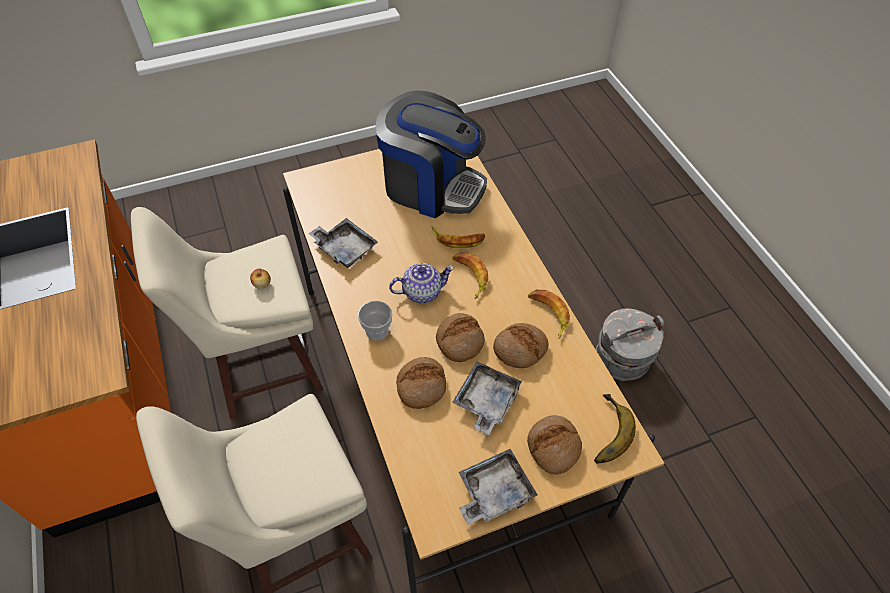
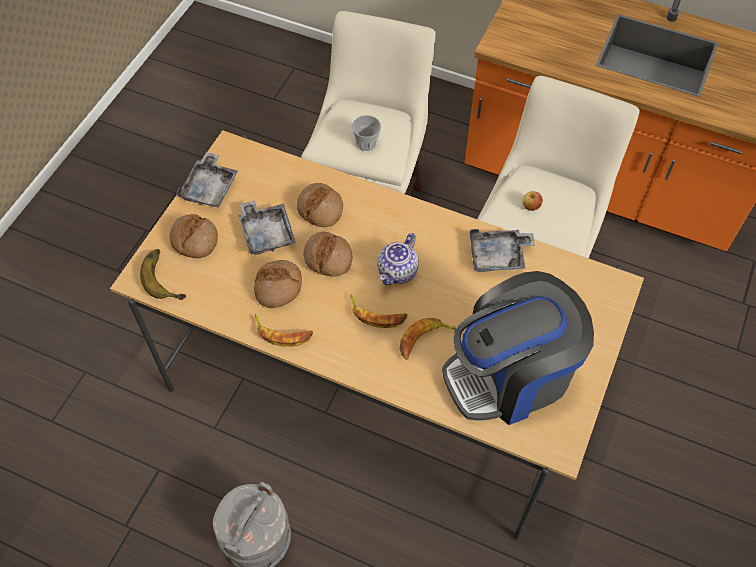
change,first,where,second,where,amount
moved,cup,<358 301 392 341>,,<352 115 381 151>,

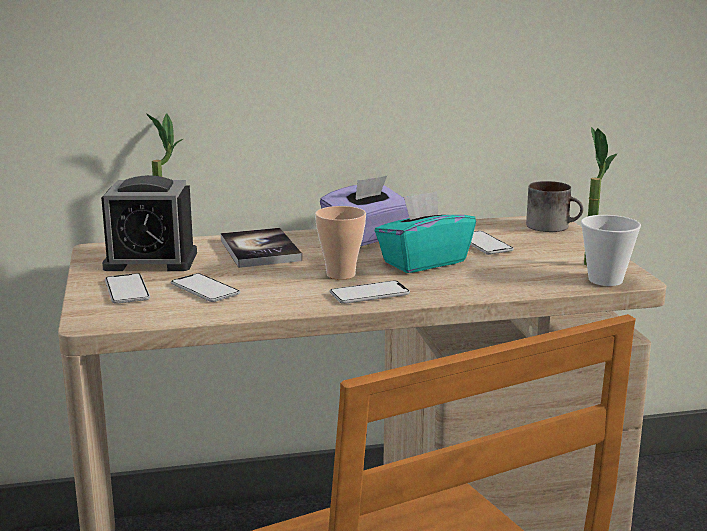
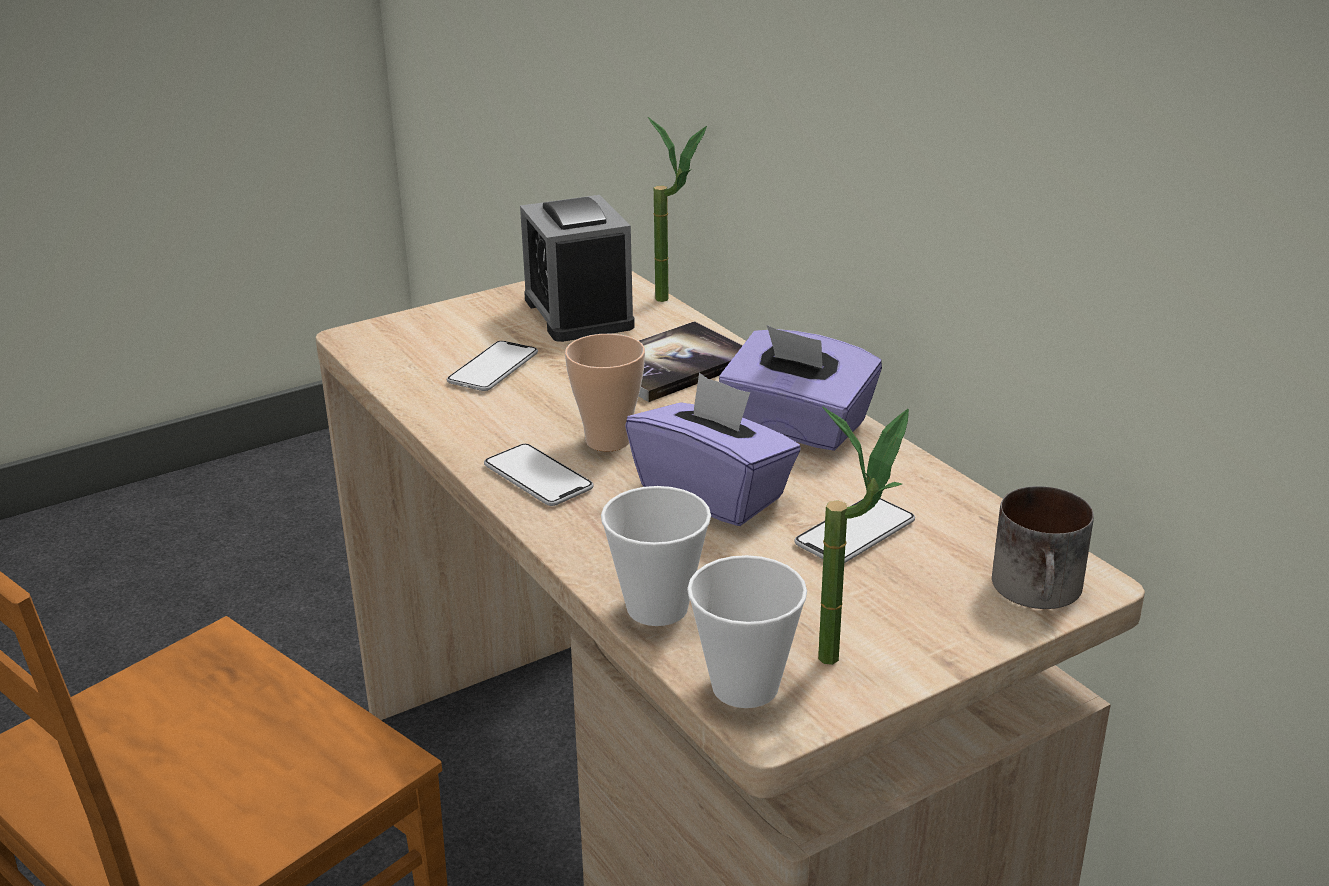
change,first,where,second,where,amount
added,,,cup,<601 486 711 626>,
recoloured,tissue box in turquoise,<375 191 476 273>,tissue box in purple,<625 373 801 526>,
removed,phone,<105 273 150 304>,,,

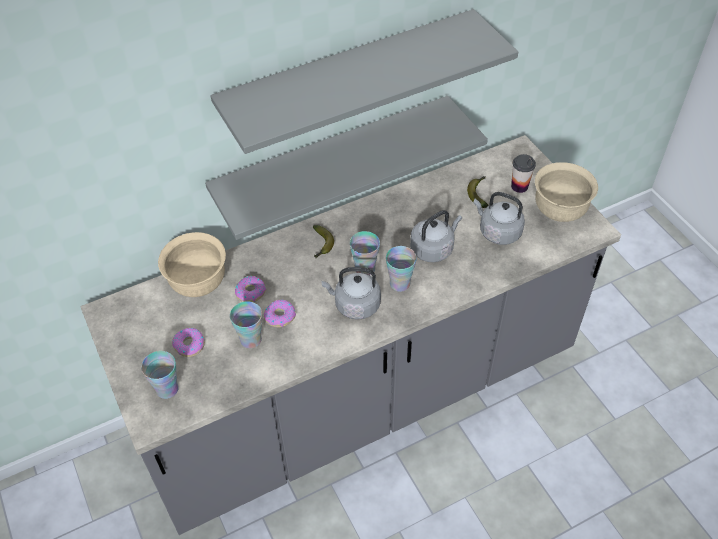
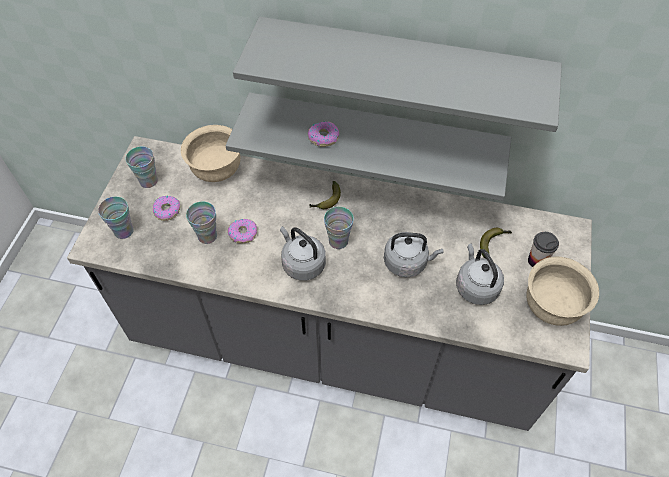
change,first,where,second,where,amount
moved,cup,<386 246 417 292>,,<126 146 158 188>,
moved,donut,<235 276 266 302>,,<308 121 339 147>,

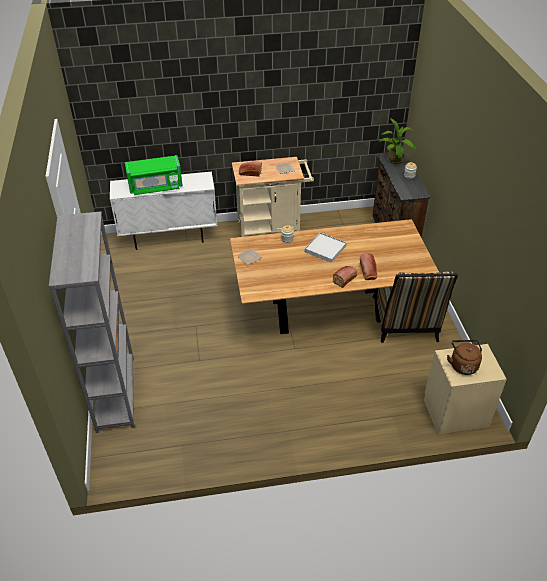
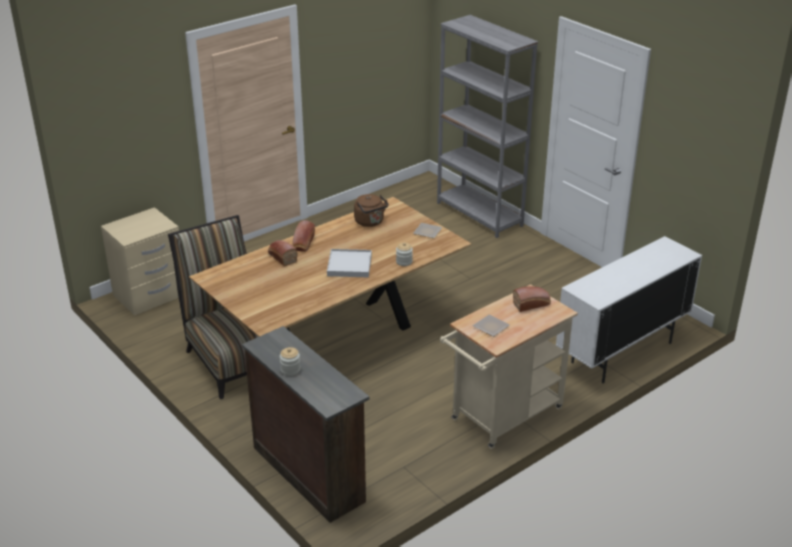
change,first,where,second,where,amount
moved,kettle in brown,<447 340 482 375>,,<354 194 389 227>,
removed,microwave in green,<125 155 183 195>,,,
removed,potted plant,<379 118 417 164>,,,

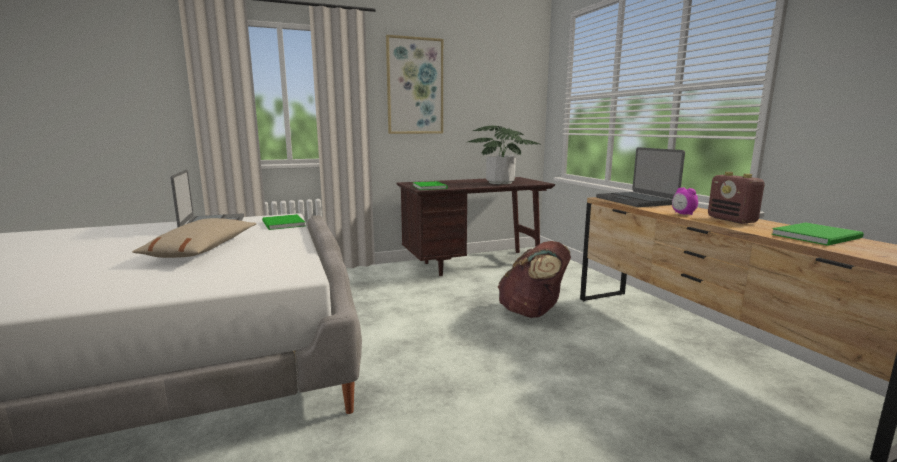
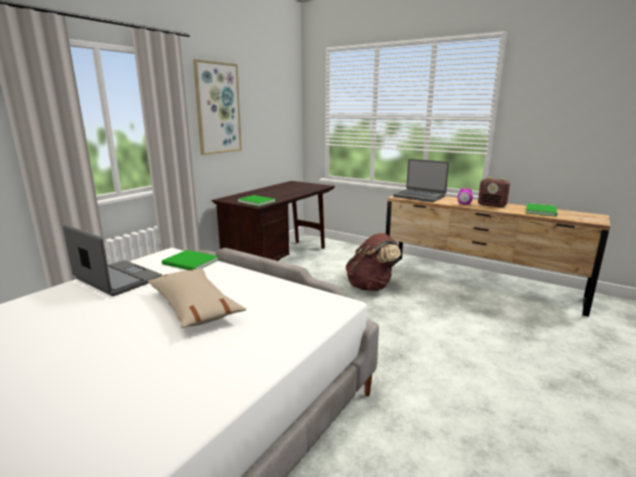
change,first,where,second,where,amount
removed,potted plant,<468 126 539 184>,,,

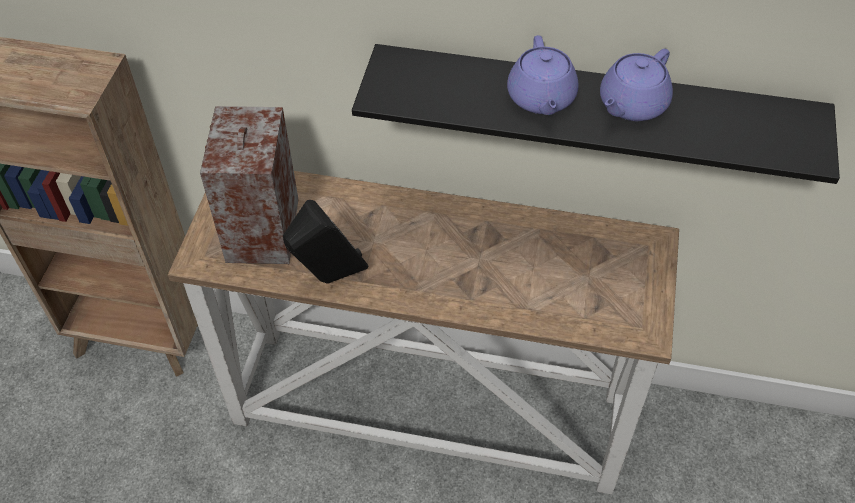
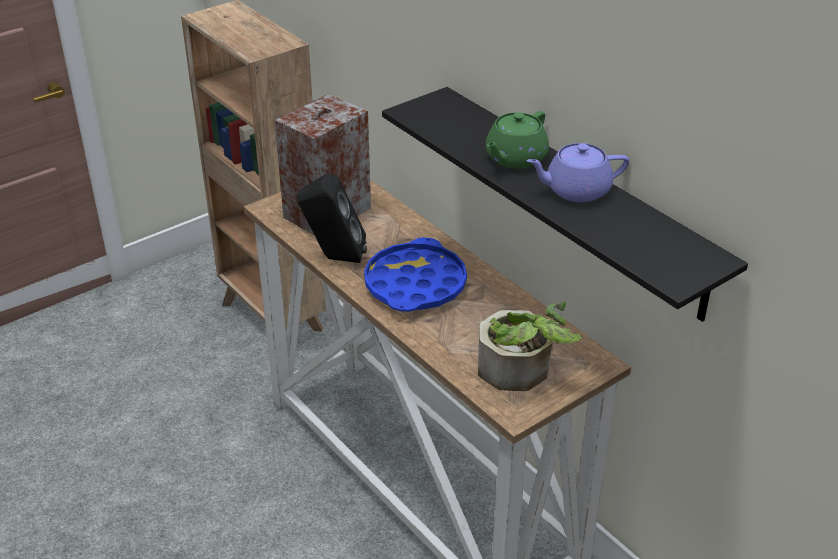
change,first,where,second,where,amount
added,,,tray in blue,<364 237 467 312>,
added,,,potted plant,<478 302 582 391>,
recoloured,teapot in purple,<507 35 579 115>,teapot in green,<485 111 549 169>,

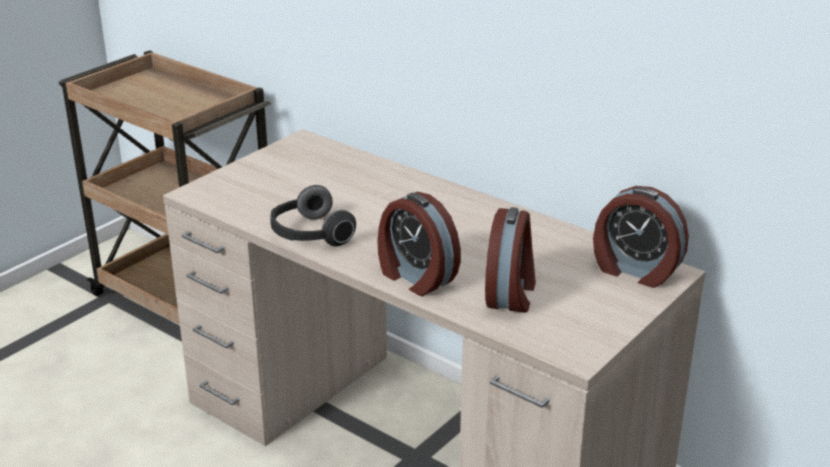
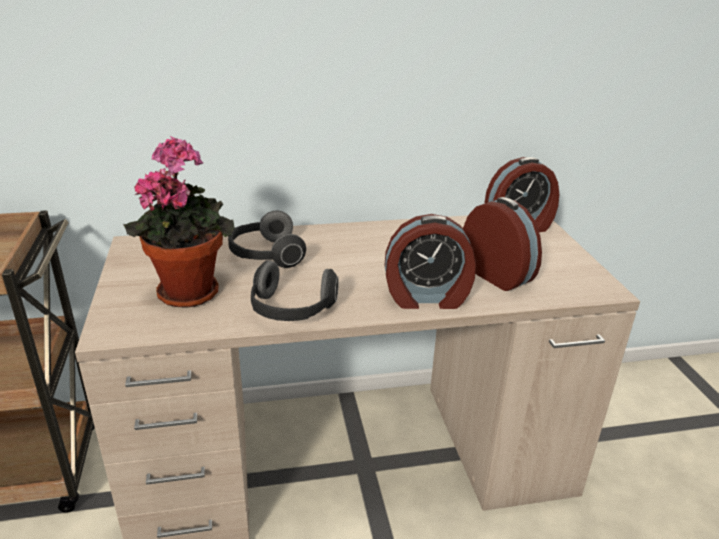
change,first,where,second,where,amount
added,,,potted plant,<123 136 235 308>,
added,,,headphones,<228 211 306 268>,

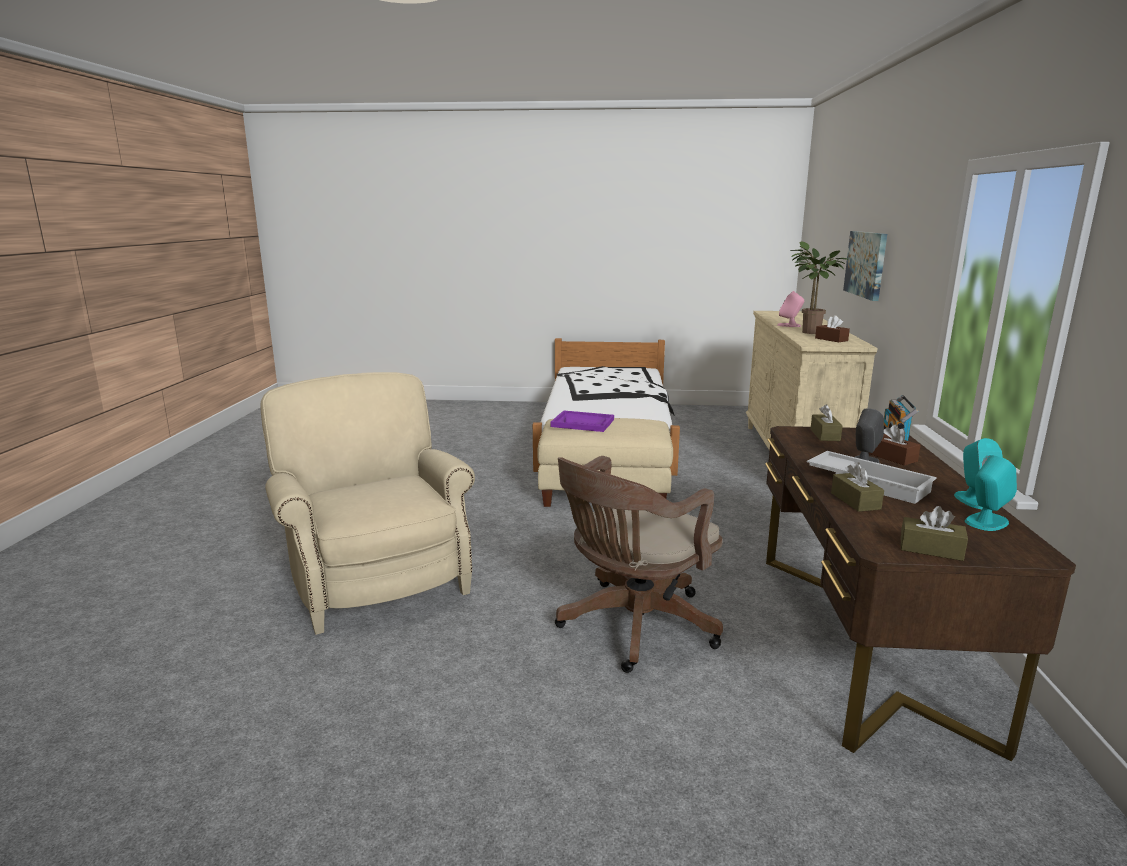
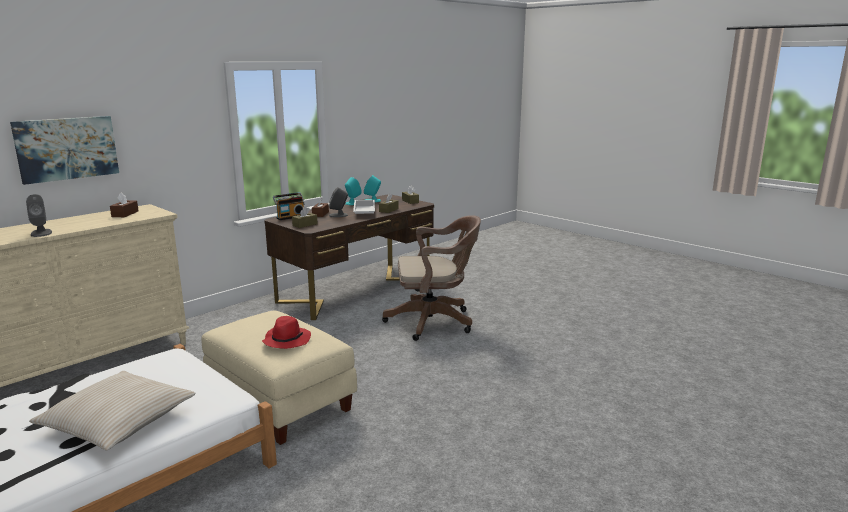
change,first,where,second,where,amount
recoloured,speaker in pink,<778 291 804 327>,speaker in grey,<26 194 52 237>,
added,,,pillow in beige,<29 371 195 451>,
replaced,tray in purple,<551 411 614 432>,hat in red,<262 316 311 349>,
removed,armchair in beige,<260 372 475 635>,,,
removed,potted plant,<790 241 849 334>,,,

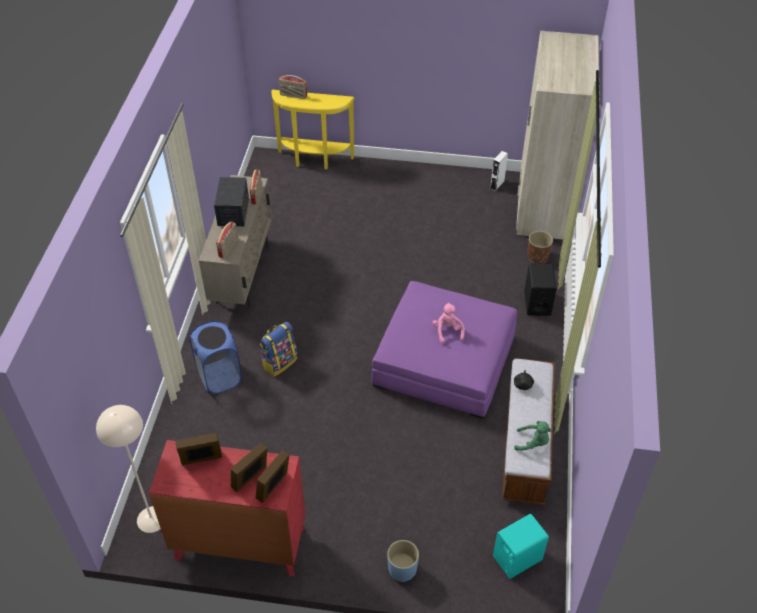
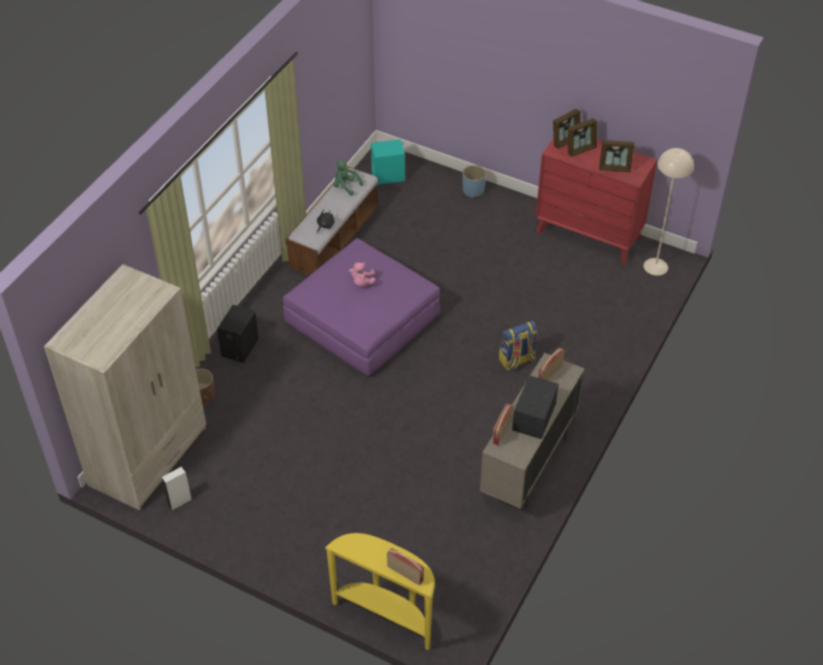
change,first,where,second,where,amount
removed,laundry basket in blue,<189 321 242 394>,,,

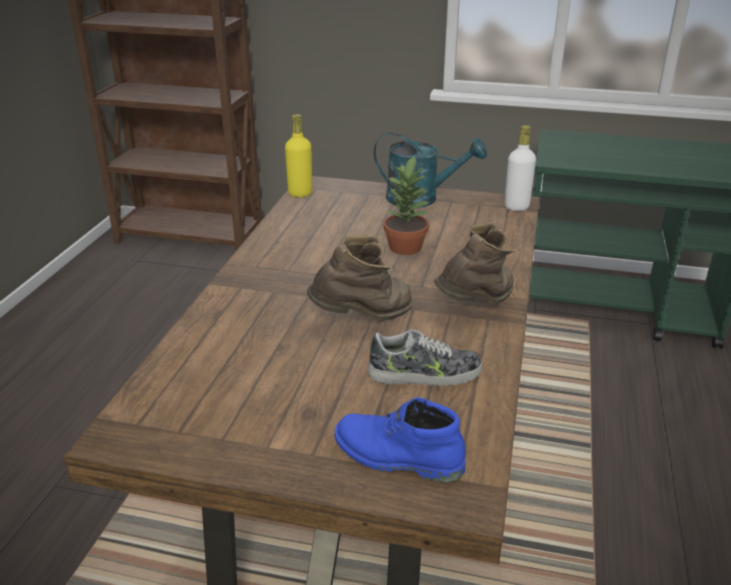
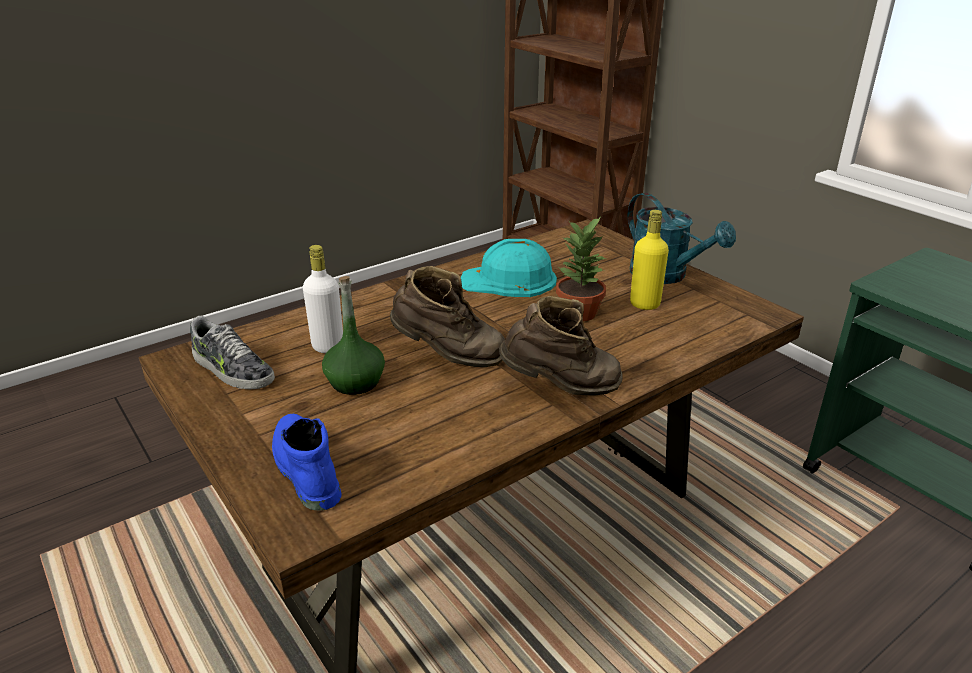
change,first,where,second,where,amount
moved,shoe,<367 329 482 386>,,<190 316 275 390>,
moved,bottle in white,<505 125 536 211>,,<303 245 343 353>,
added,,,bottle in green,<322 276 385 395>,
added,,,hard hat in turquoise,<461 239 557 297>,
moved,bottle in yellow,<285 114 312 197>,,<630 210 669 310>,

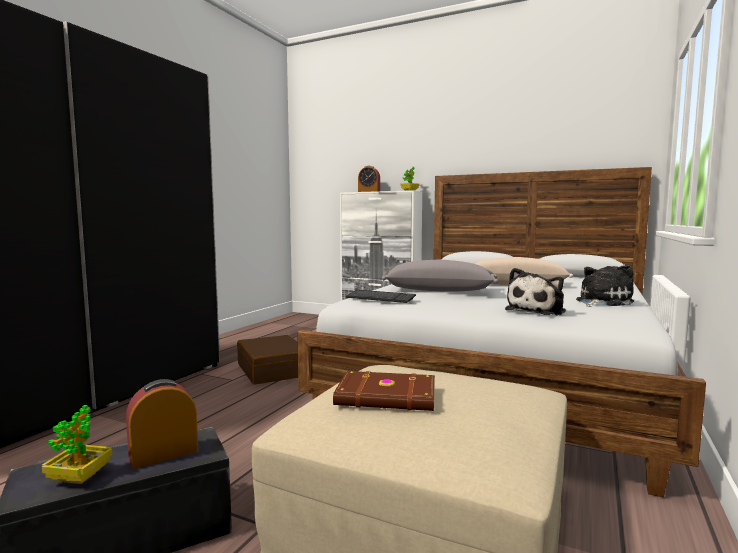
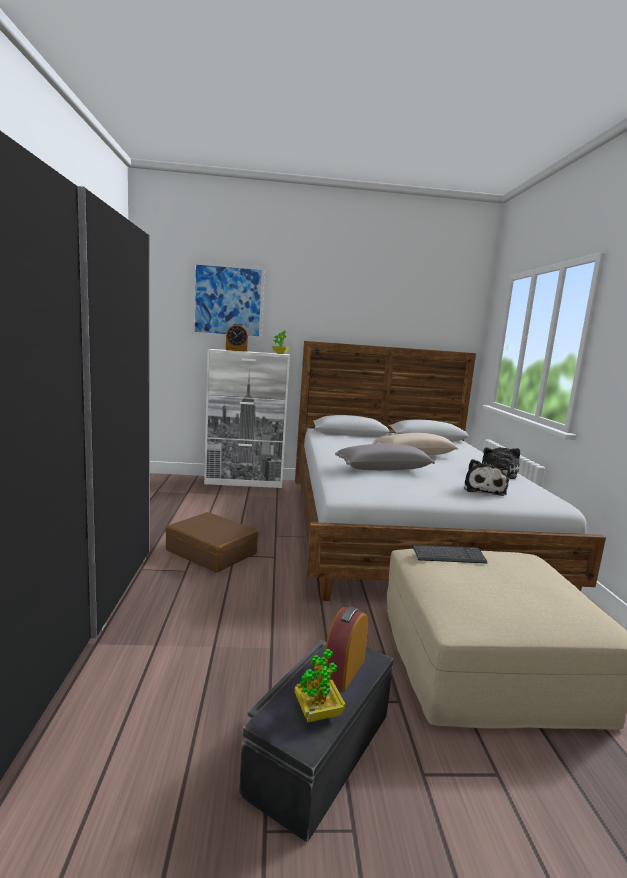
change,first,where,second,where,amount
added,,,picture,<192 261 265 339>,
moved,keyboard,<346 290 416 303>,,<412 545 488 563>,
removed,book in brown,<333 371 435 411>,,,

